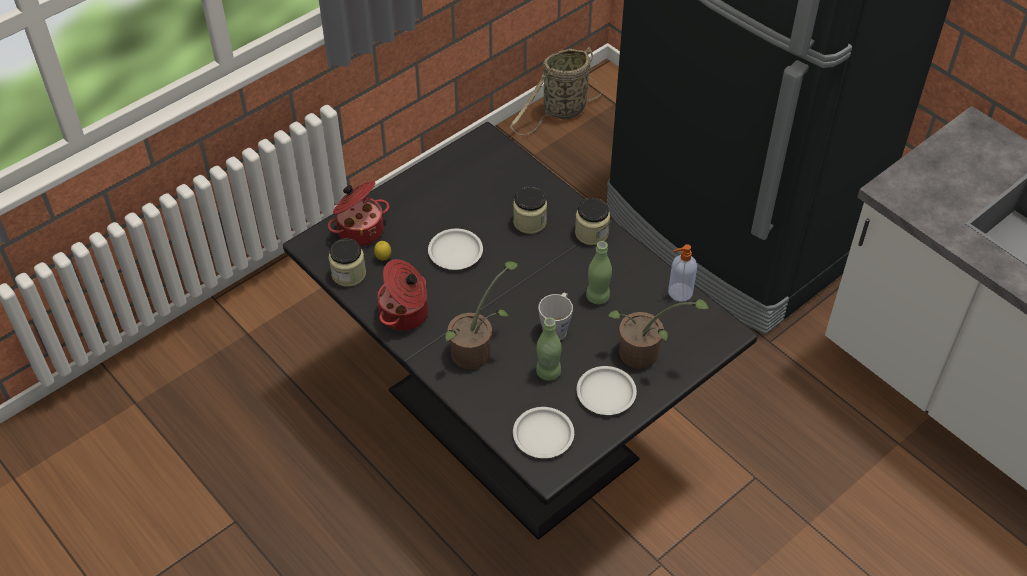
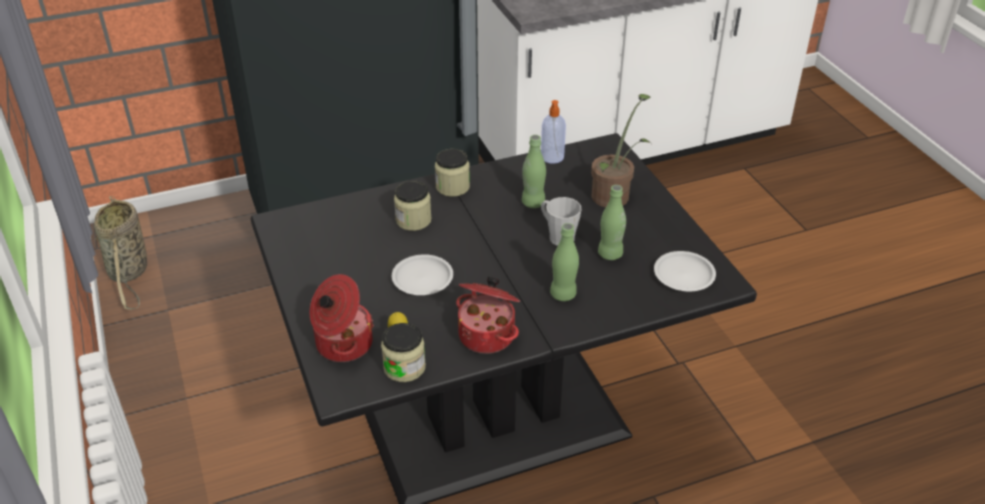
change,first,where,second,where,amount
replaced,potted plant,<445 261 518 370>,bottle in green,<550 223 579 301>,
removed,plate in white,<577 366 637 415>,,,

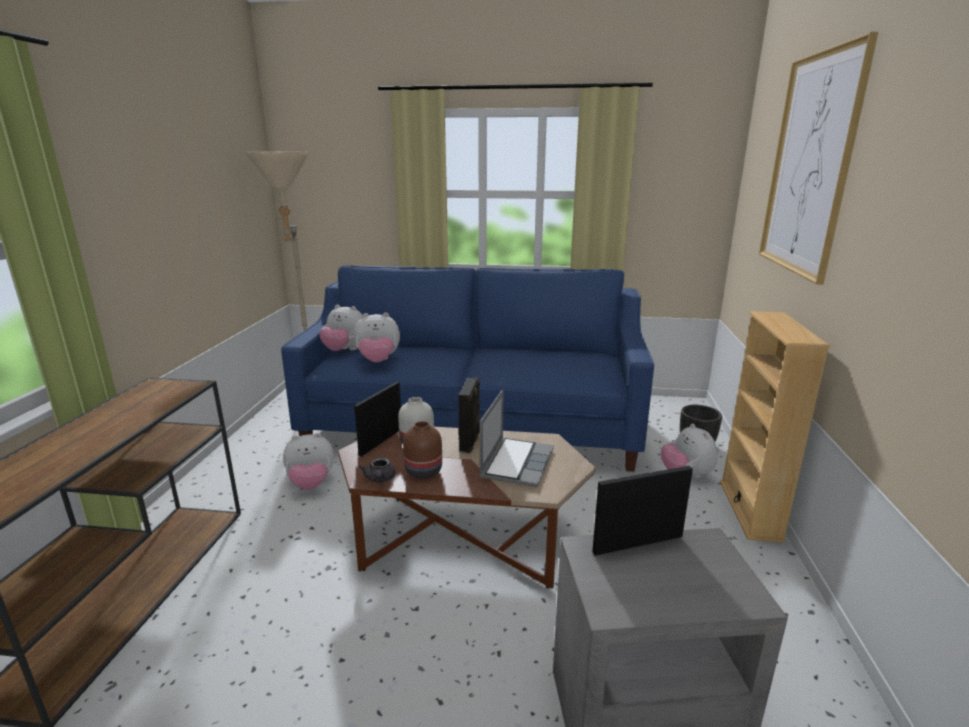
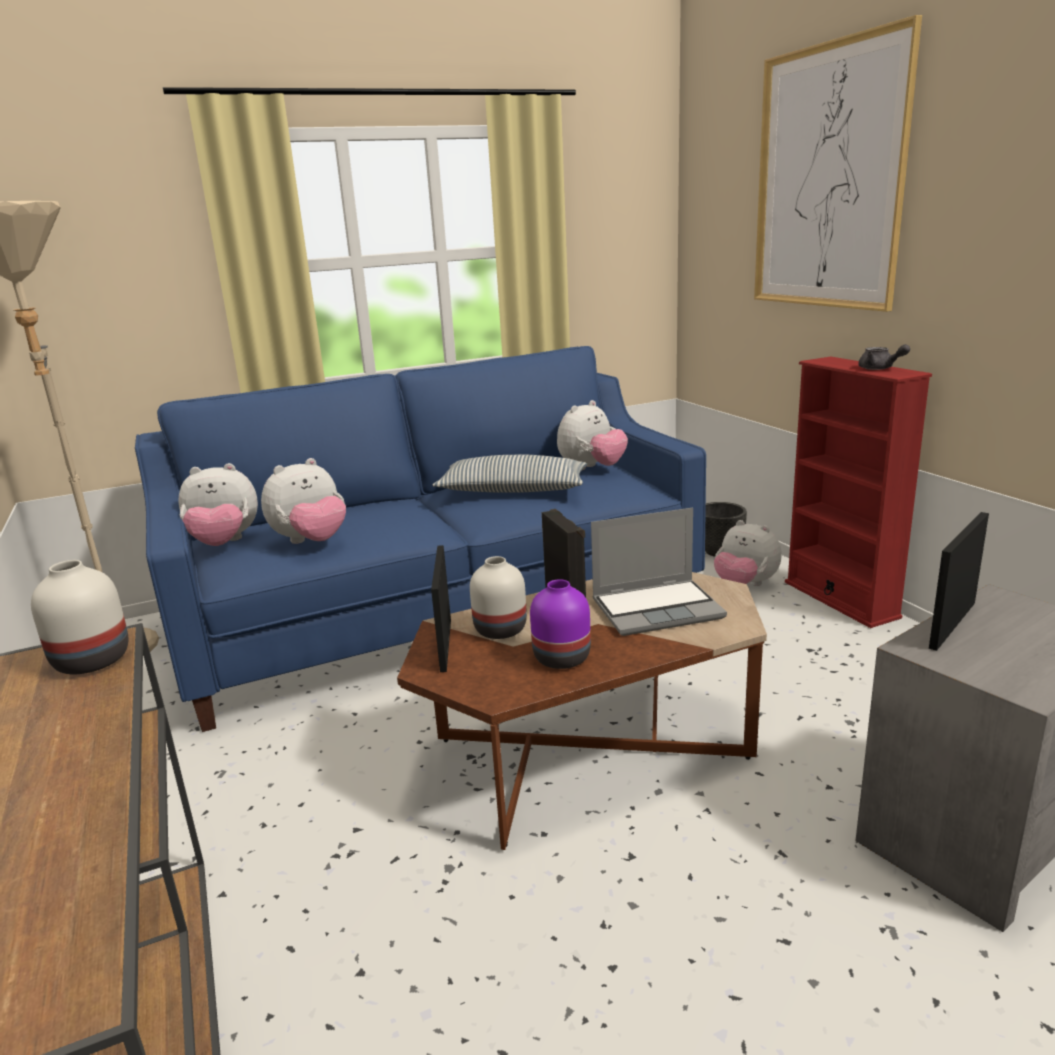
change,first,where,second,where,amount
added,,,vase in white,<31 560 129 674>,
added,,,pillow,<433 455 587 493>,
recoloured,vase in brown,<403 421 442 479>,vase in purple,<530 579 591 669>,
moved,plush toy,<283 433 334 490>,,<557 400 628 470>,
turned,laptop,<479 390 554 487>,,<591 507 727 636>,90 degrees clockwise
recoloured,bookcase in beige,<720 311 830 543>,bookcase in red,<785 357 932 628>,
moved,teapot in grey,<359 457 395 483>,,<858 344 910 370>,

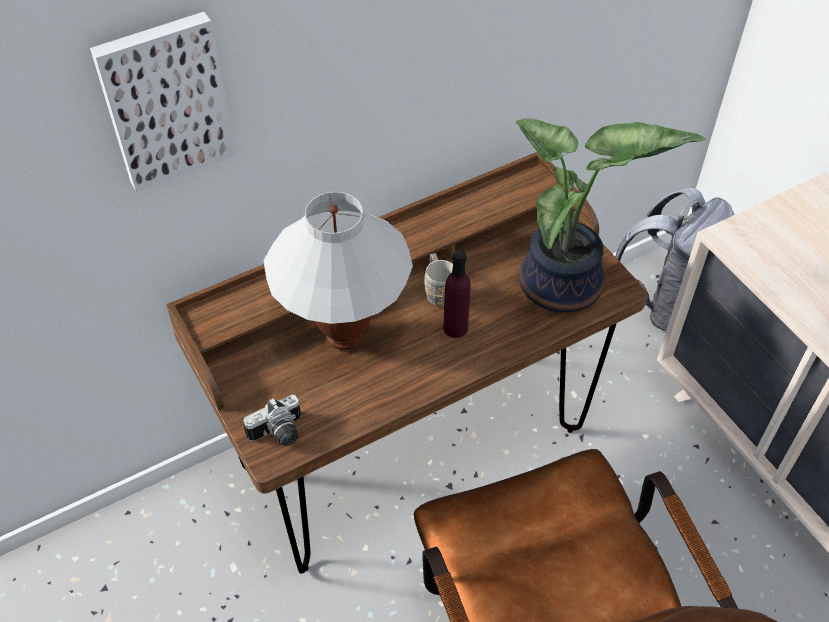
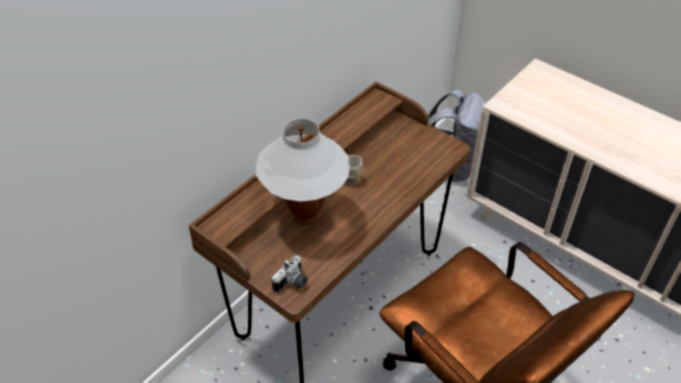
change,first,where,second,where,amount
removed,picture,<90 12 236 192>,,,
removed,bottle in purple,<443 250 471 338>,,,
removed,potted plant,<516 118 706 313>,,,

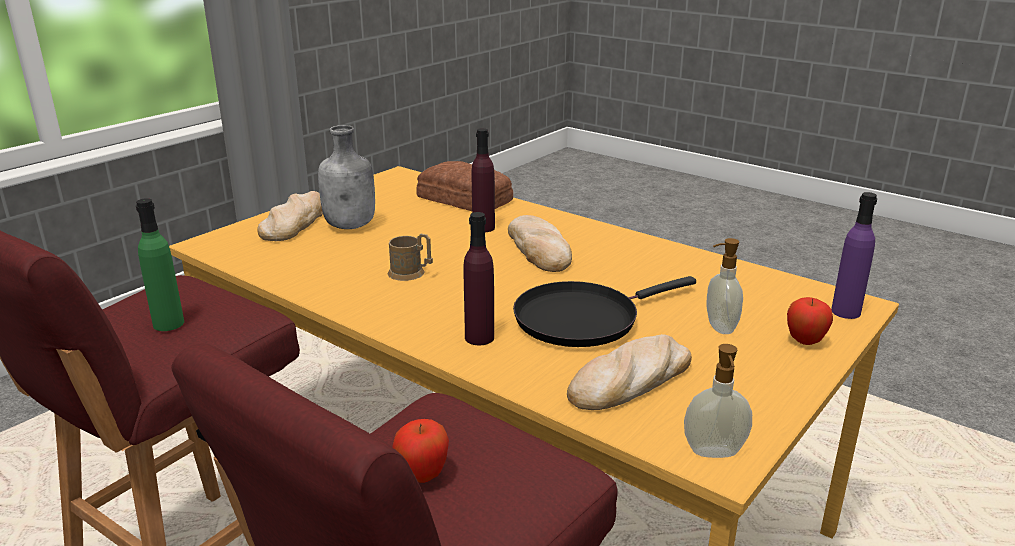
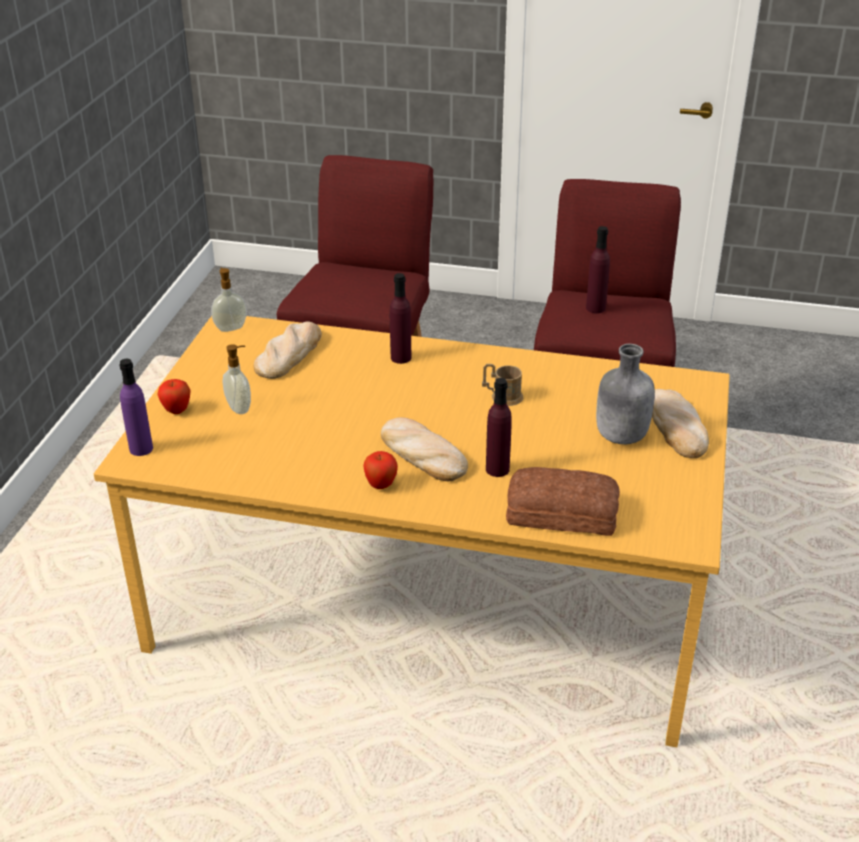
change,first,where,second,where,amount
moved,apple,<392 419 449 483>,,<363 451 398 489>,
recoloured,bottle in green,<136 198 184 331>,bottle in purple,<586 226 610 313>,
removed,frying pan in black,<513 276 696 347>,,,

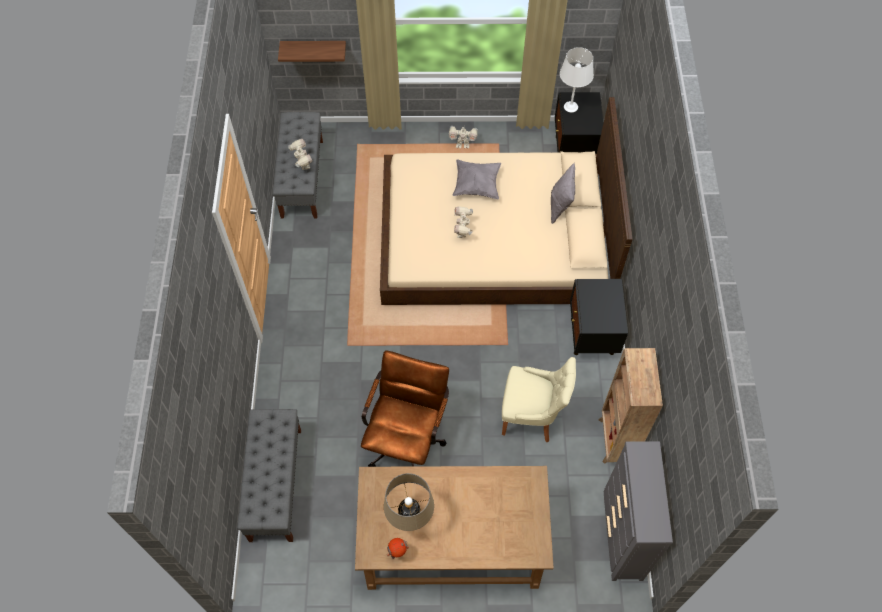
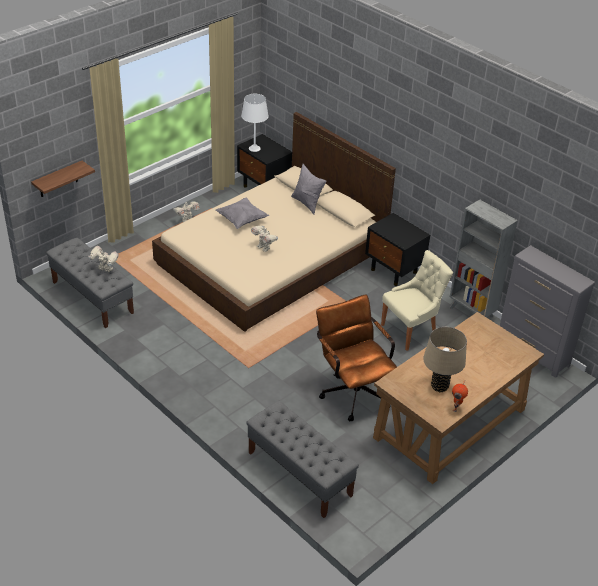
change,first,where,second,where,amount
recoloured,bookcase in brown,<599 348 663 464>,bookcase in grey,<450 199 518 318>,

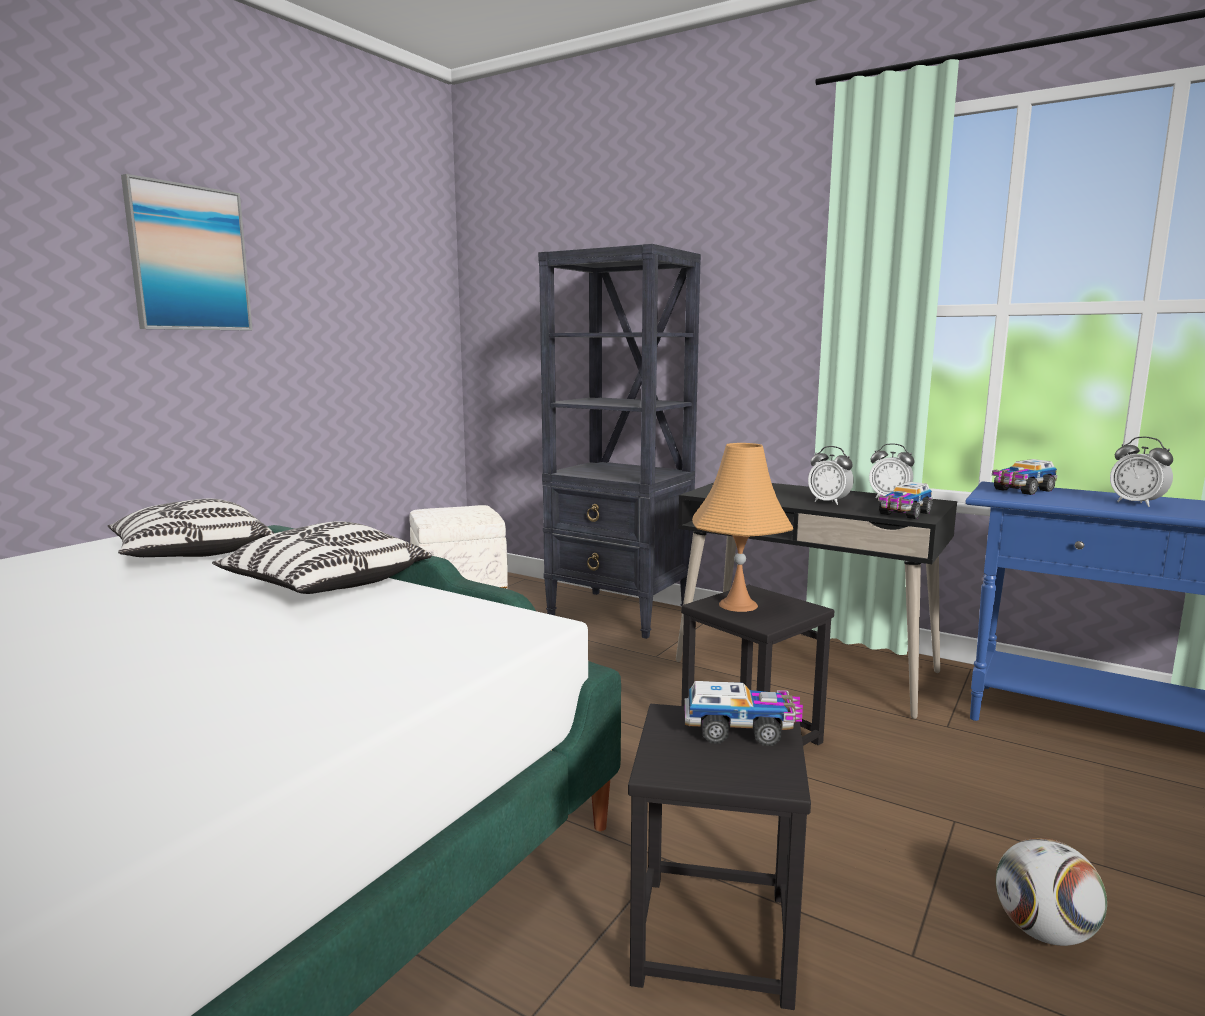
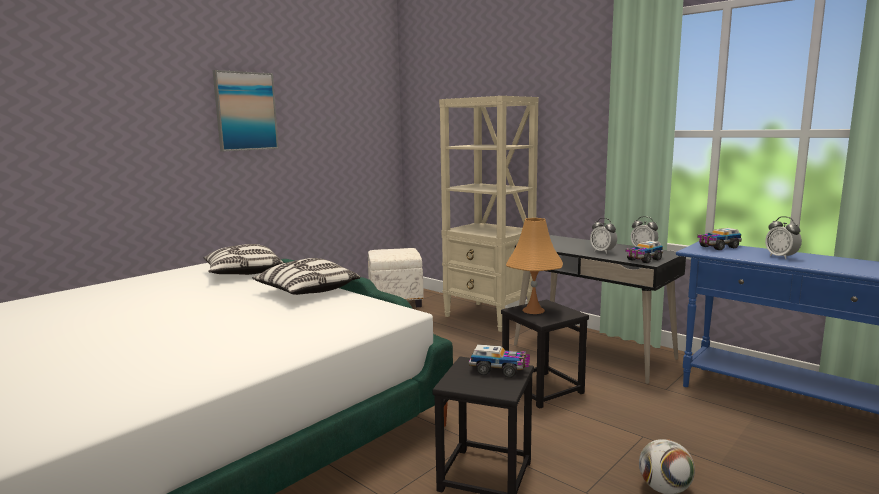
change,first,where,second,where,amount
recoloured,bookcase in black,<538 244 701 639>,bookcase in beige,<439 96 539 332>,

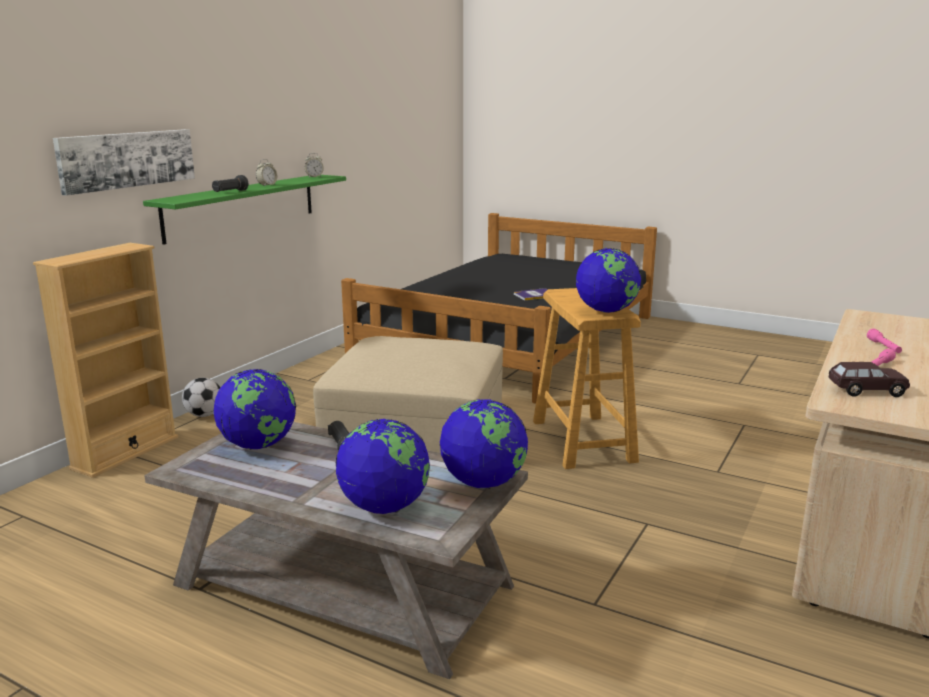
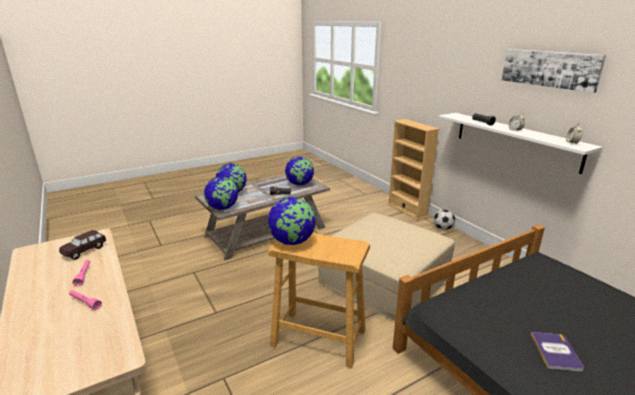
change,first,where,second,where,amount
recoloured,shelf in green,<143 175 346 245>,shelf in white,<439 113 603 174>,
moved,picture,<53 129 195 196>,,<502 49 606 93>,

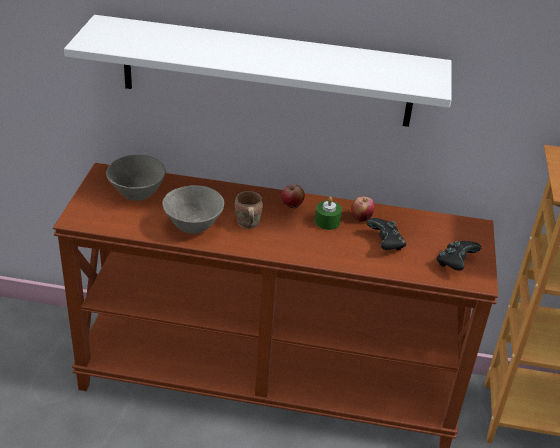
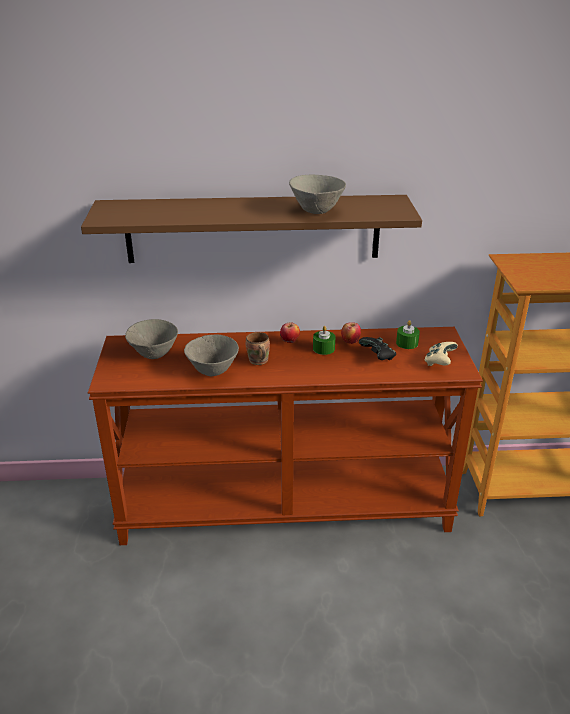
change,first,where,second,where,amount
recoloured,shelf in white,<64 15 452 127>,shelf in brown,<81 195 422 263>,
added,,,bowl in grey,<289 175 346 214>,
added,,,candle in green,<396 320 420 349>,
recoloured,game controller in black,<437 241 481 271>,game controller in beige,<425 342 458 366>,

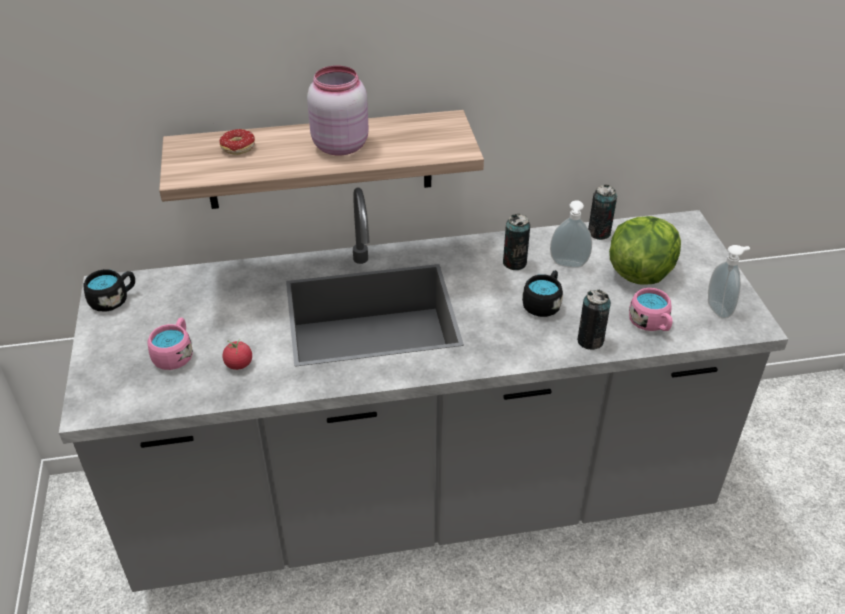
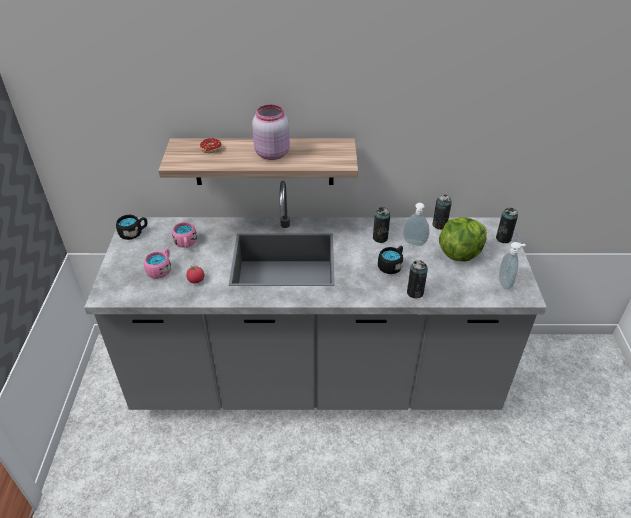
change,first,where,second,where,amount
moved,mug in pink,<629 288 673 331>,,<172 222 197 248>,
added,,,can,<496 208 518 243>,

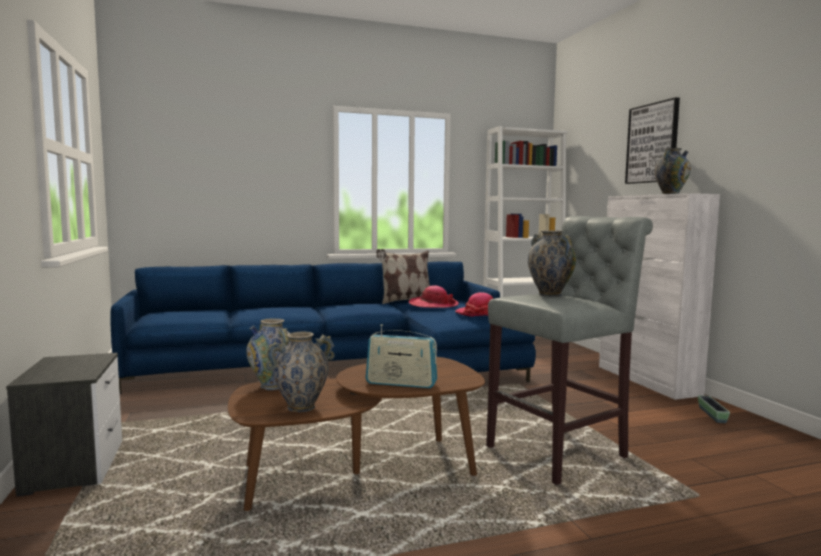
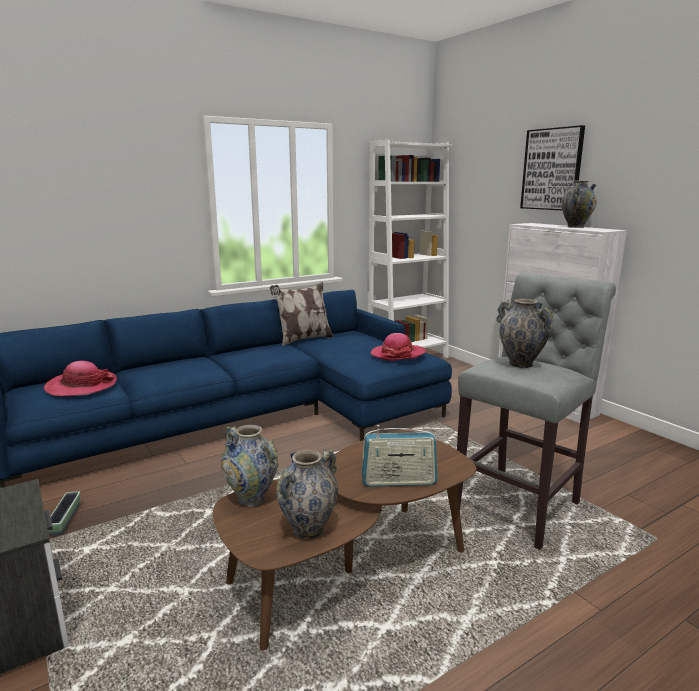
change,first,where,second,where,amount
moved,hat,<408 285 459 308>,,<44 361 117 396>,
moved,planter,<698 395 730 423>,,<48 491 80 536>,

